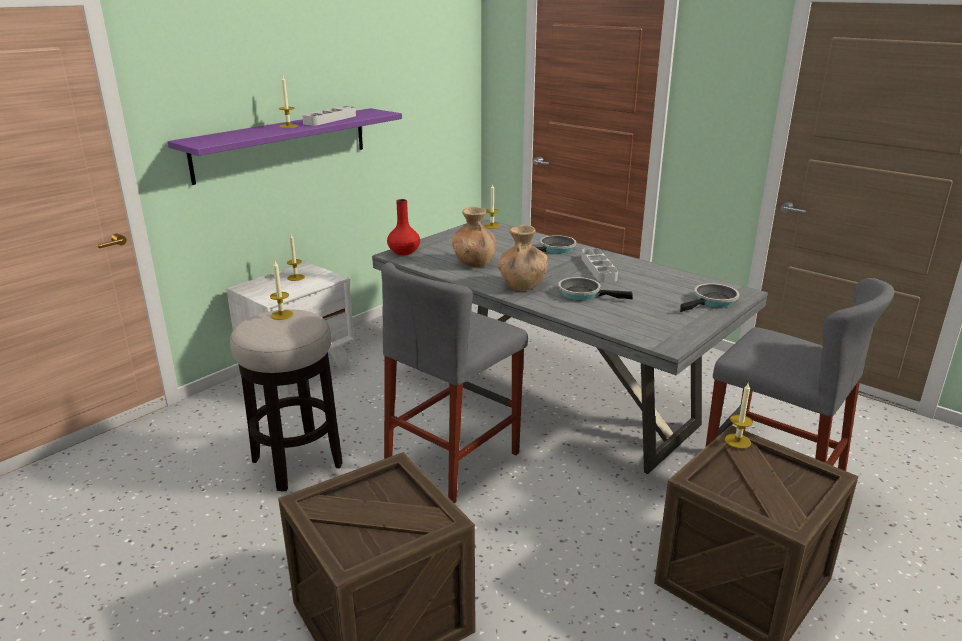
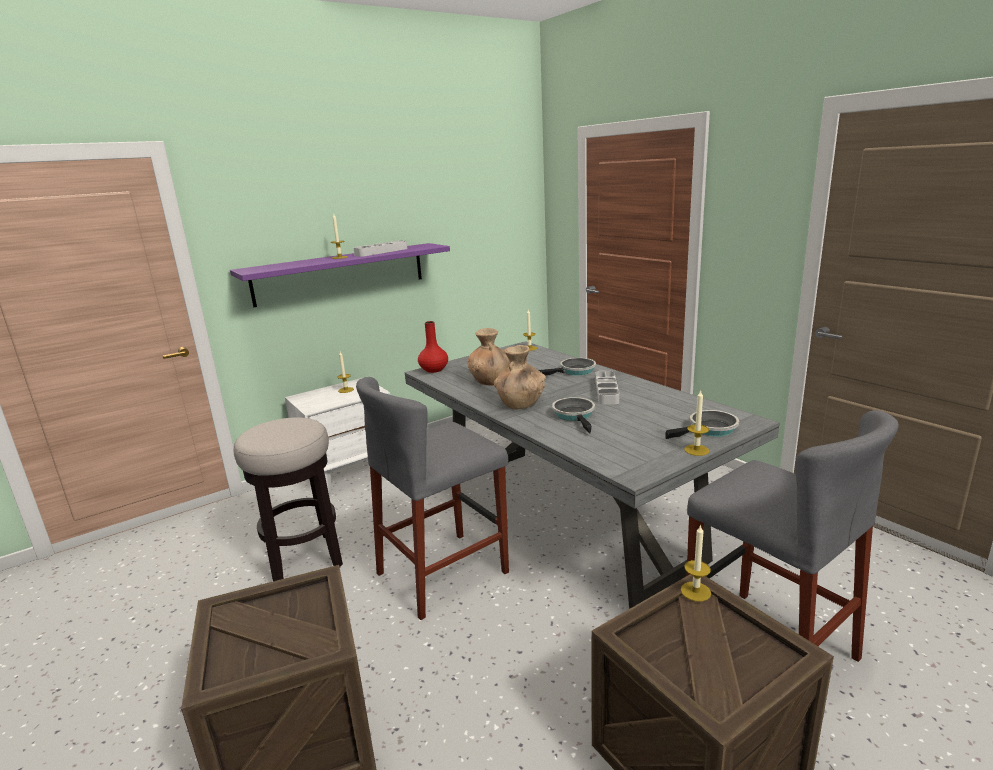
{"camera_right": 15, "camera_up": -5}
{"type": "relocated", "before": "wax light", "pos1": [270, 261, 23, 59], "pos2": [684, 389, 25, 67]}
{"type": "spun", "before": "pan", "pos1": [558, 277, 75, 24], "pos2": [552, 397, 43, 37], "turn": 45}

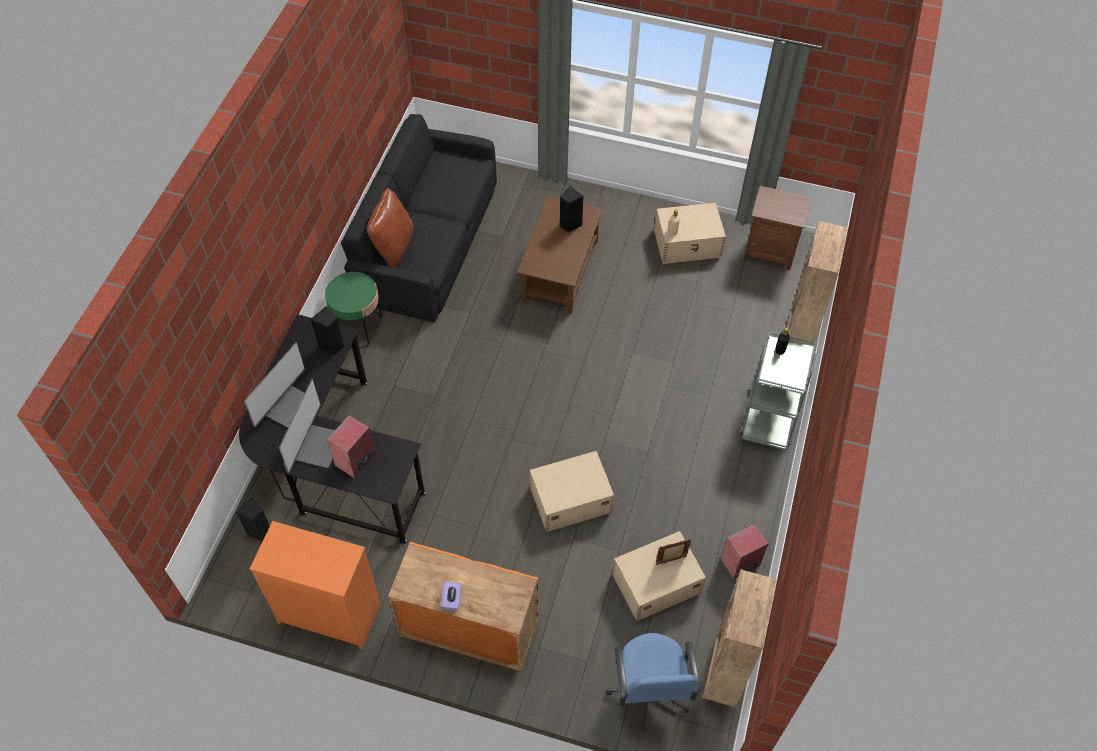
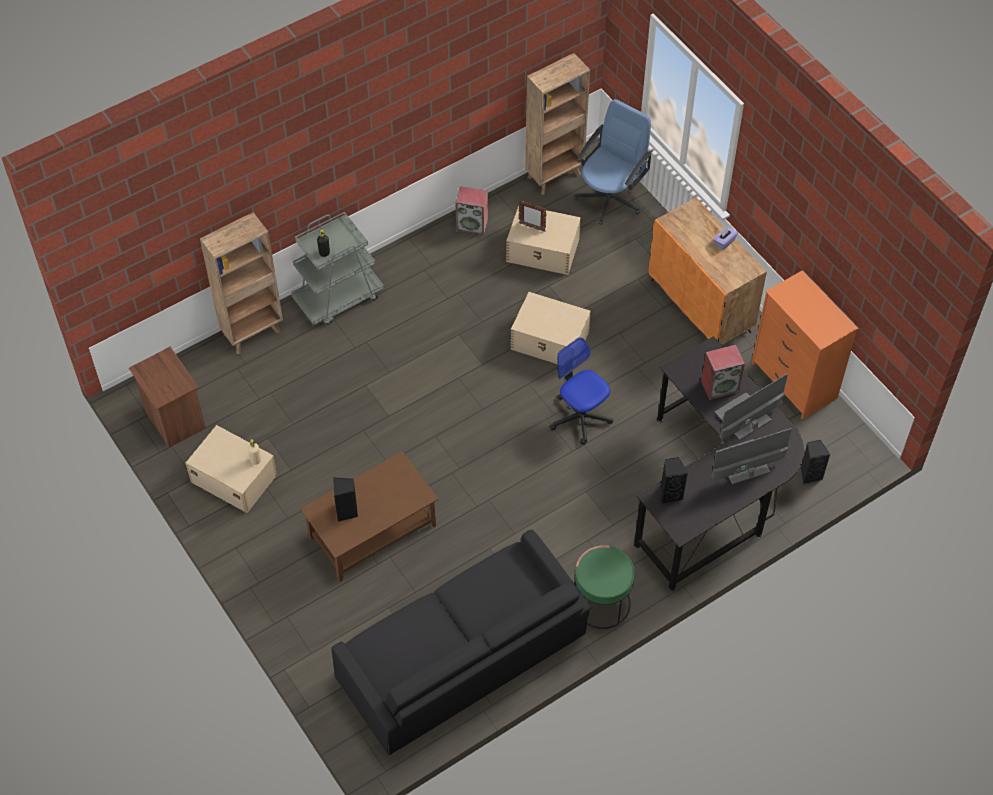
{"camera_right": -140, "camera_up": 0}
{"type": "missing", "before": "brown throw pillow", "pos1": [367, 188, 47, 80]}
{"type": "appeared", "after": "computer chair", "pos2": [550, 337, 63, 108]}

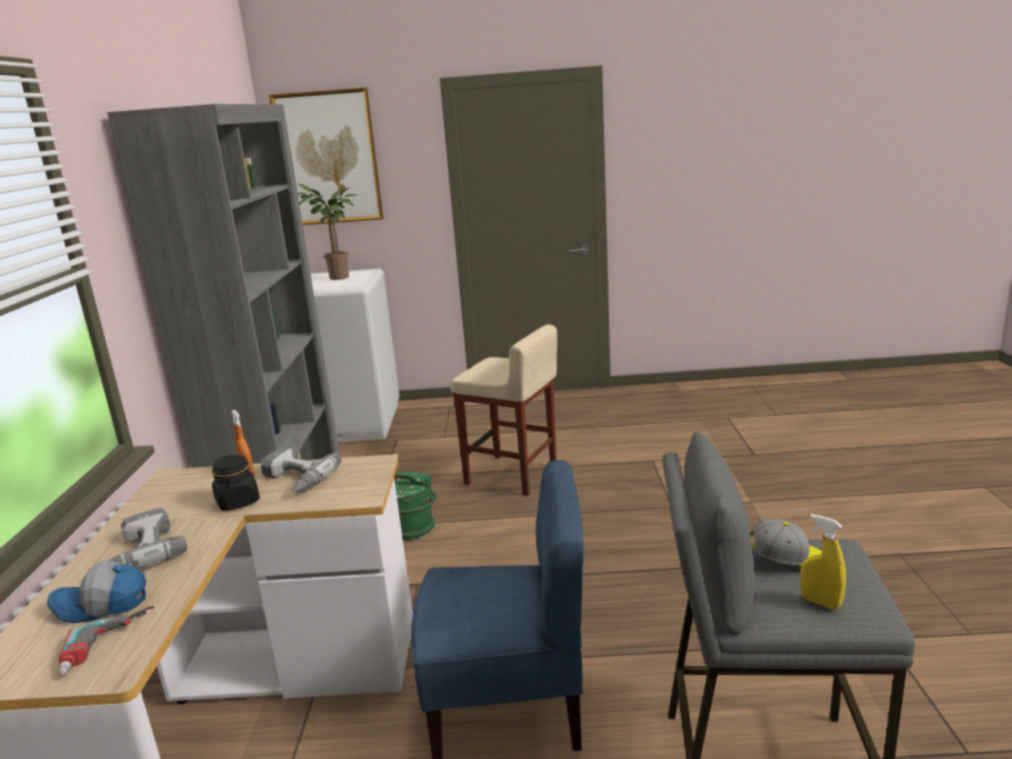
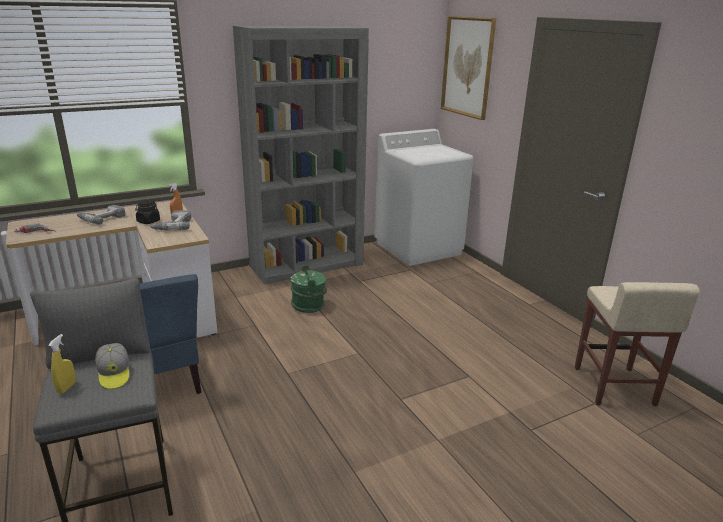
{"camera_right": 60, "camera_up": 5}
{"type": "missing", "before": "cap", "pos1": [47, 561, 99, 62]}
{"type": "missing", "before": "houseplant", "pos1": [298, 184, 60, 96]}
{"type": "relocated", "before": "beige-coloured stool", "pos1": [450, 324, 107, 172], "pos2": [575, 282, 125, 124]}

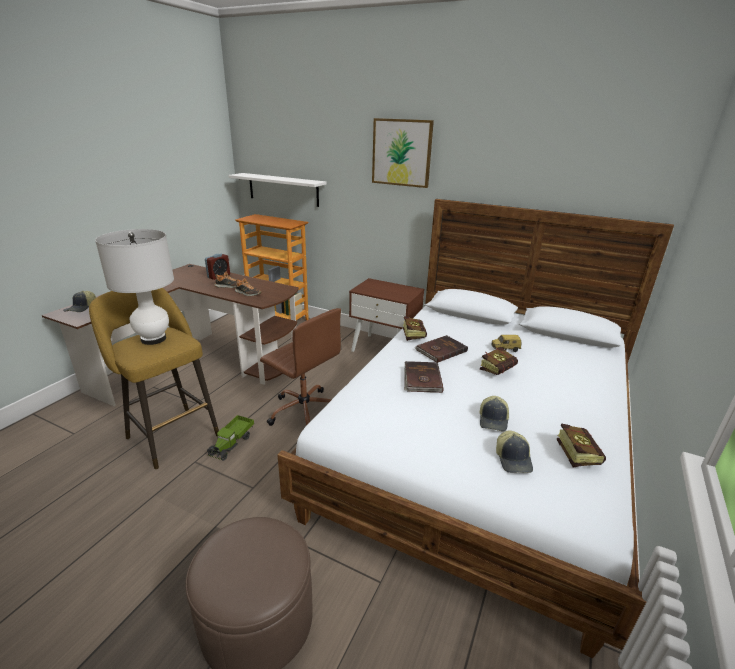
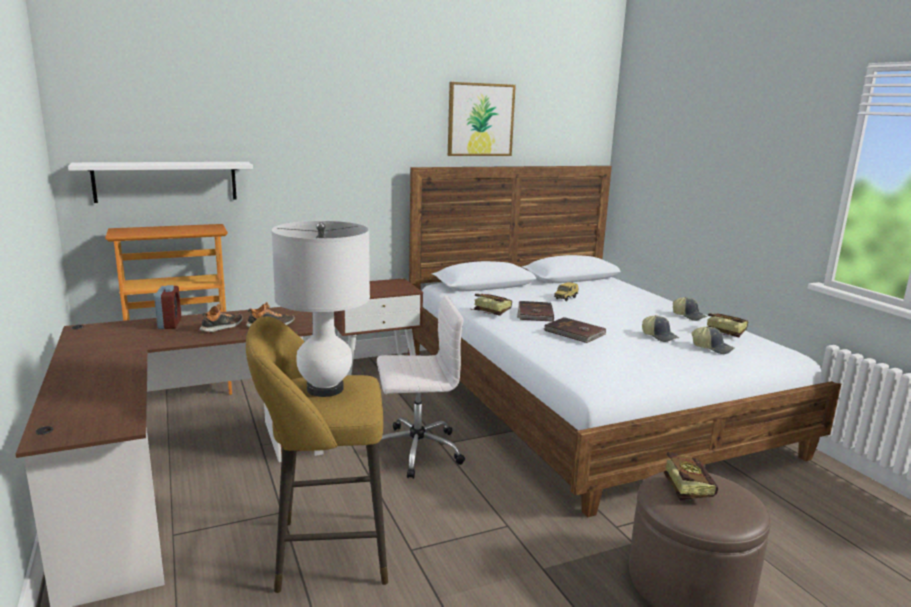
{"camera_right": -50, "camera_up": -10}
{"type": "missing", "before": "toy lorry", "pos1": [207, 415, 47, 46]}
{"type": "relocated", "before": "cap", "pos1": [66, 291, 30, 21], "pos2": [673, 297, 34, 24]}
{"type": "relocated", "before": "wall picture", "pos1": [372, 118, 62, 70], "pos2": [448, 82, 68, 74]}
{"type": "relocated", "before": "bound book", "pos1": [480, 346, 38, 29], "pos2": [664, 452, 54, 49]}
{"type": "colour", "before": "brown computer chair", "after": "white computer chair", "pos1": [260, 308, 81, 118], "pos2": [377, 295, 88, 184]}

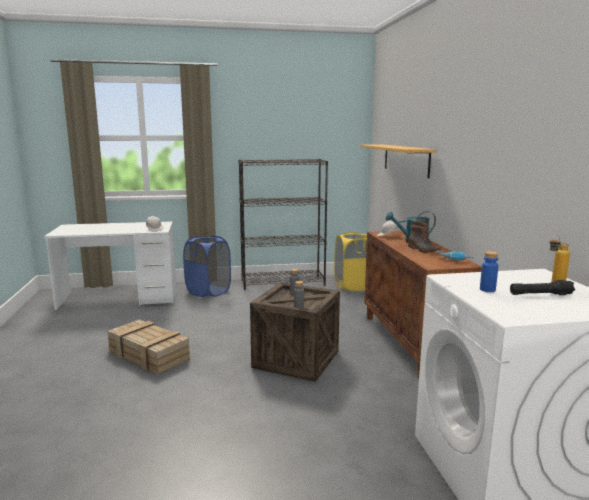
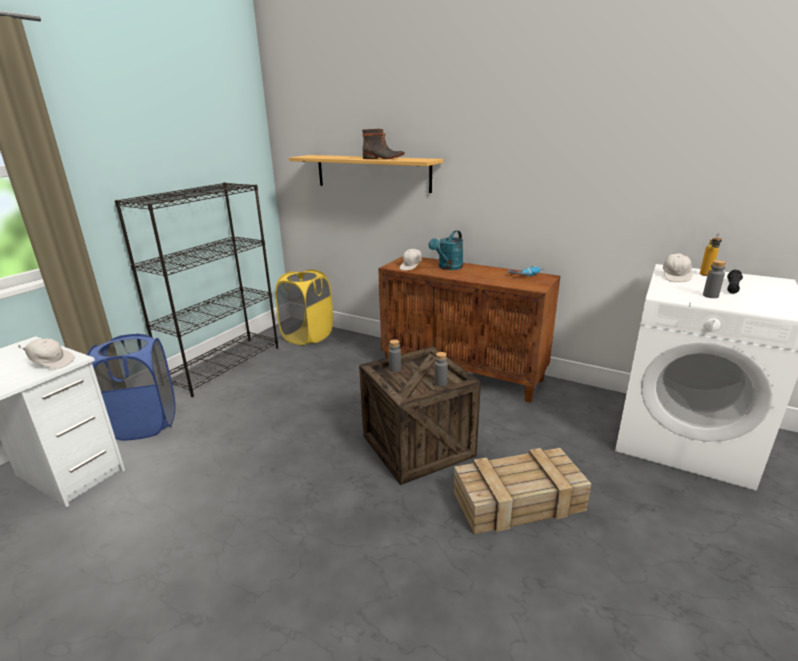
{"camera_right": -50, "camera_up": 10}
{"type": "appeared", "after": "white cap", "pos2": [663, 253, 30, 29]}
{"type": "relocated", "before": "crate", "pos1": [107, 320, 83, 54], "pos2": [453, 448, 138, 86]}
{"type": "relocated", "before": "boot", "pos1": [408, 221, 33, 32], "pos2": [362, 129, 42, 30]}
{"type": "colour", "before": "blue-coloured beverage bottle", "after": "grey beverage bottle", "pos1": [480, 251, 18, 41], "pos2": [703, 260, 23, 38]}

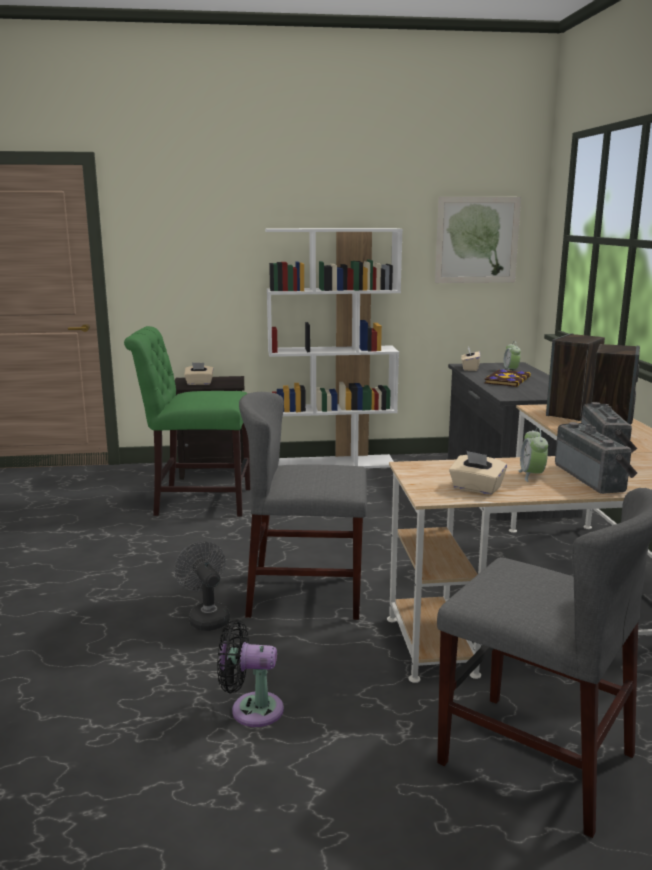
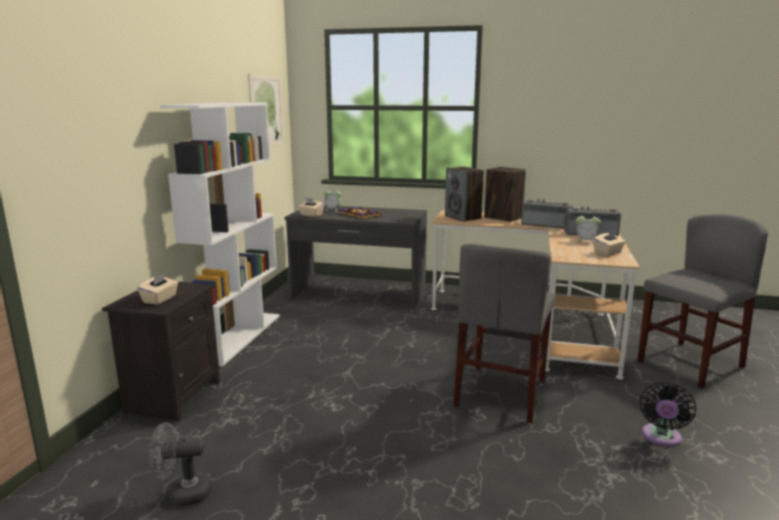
{"camera_right": -70, "camera_up": 0}
{"type": "missing", "before": "green chair", "pos1": [124, 326, 127, 190]}
{"type": "relocated", "before": "grey electric fan", "pos1": [174, 541, 56, 90], "pos2": [149, 422, 63, 84]}

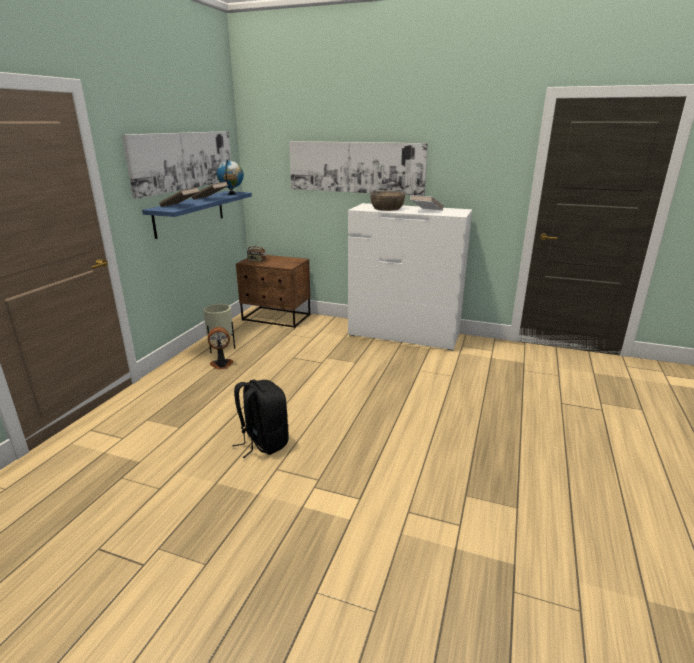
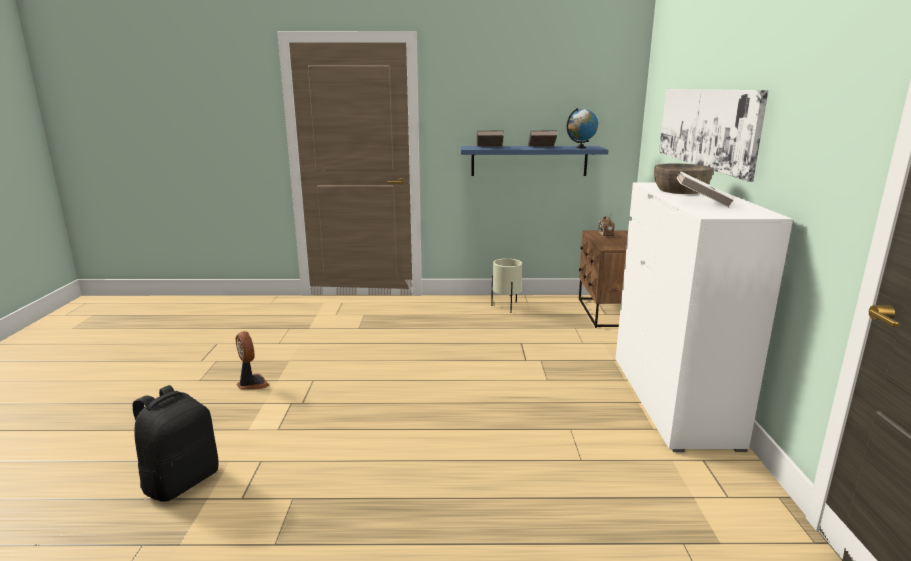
{"camera_right": 70, "camera_up": -5}
{"type": "missing", "before": "wall picture", "pos1": [122, 131, 109, 68]}
{"type": "relocated", "before": "electric fan", "pos1": [208, 327, 25, 43], "pos2": [236, 331, 33, 59]}
{"type": "relocated", "before": "black-coloured backpack", "pos1": [232, 380, 57, 78], "pos2": [133, 385, 86, 117]}

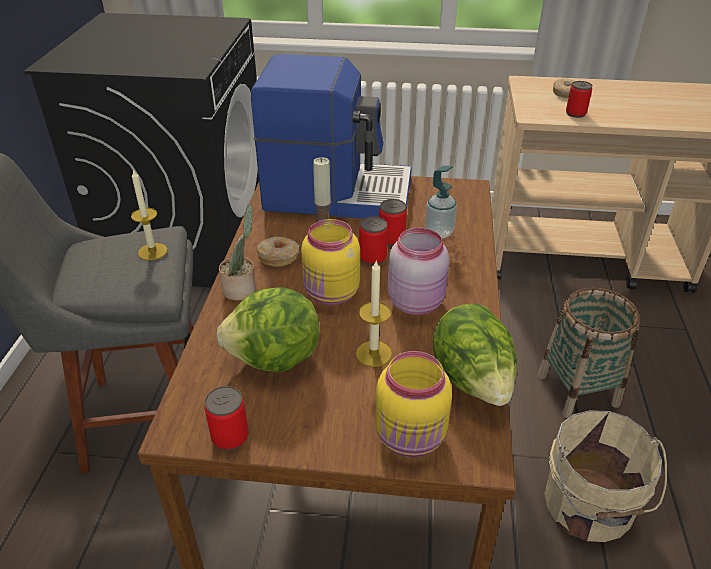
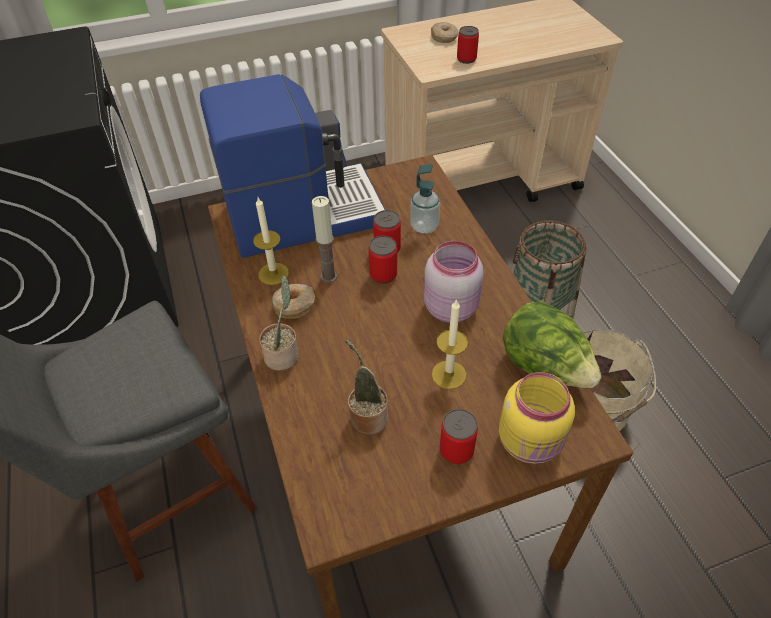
{"camera_right": -25, "camera_up": 10}
{"type": "missing", "before": "yellow-coloured jar", "pos1": [301, 219, 59, 86]}
{"type": "relocated", "before": "wax light", "pos1": [131, 169, 37, 91], "pos2": [253, 197, 36, 88]}
{"type": "relocated", "before": "sealed can", "pos1": [204, 386, 45, 64], "pos2": [440, 409, 38, 55]}
{"type": "exchanged", "before": "lettuce head", "after": "houseplant", "pos1": [216, 287, 103, 85], "pos2": [346, 340, 42, 95]}

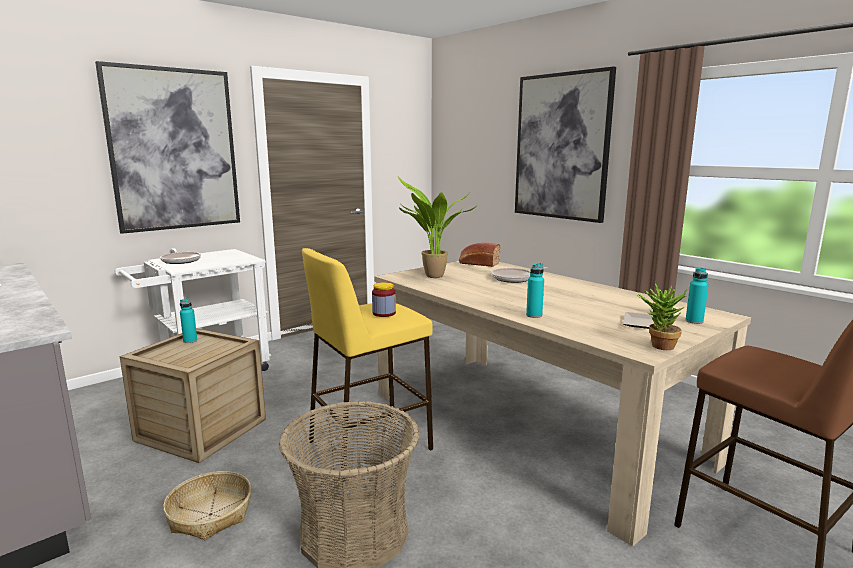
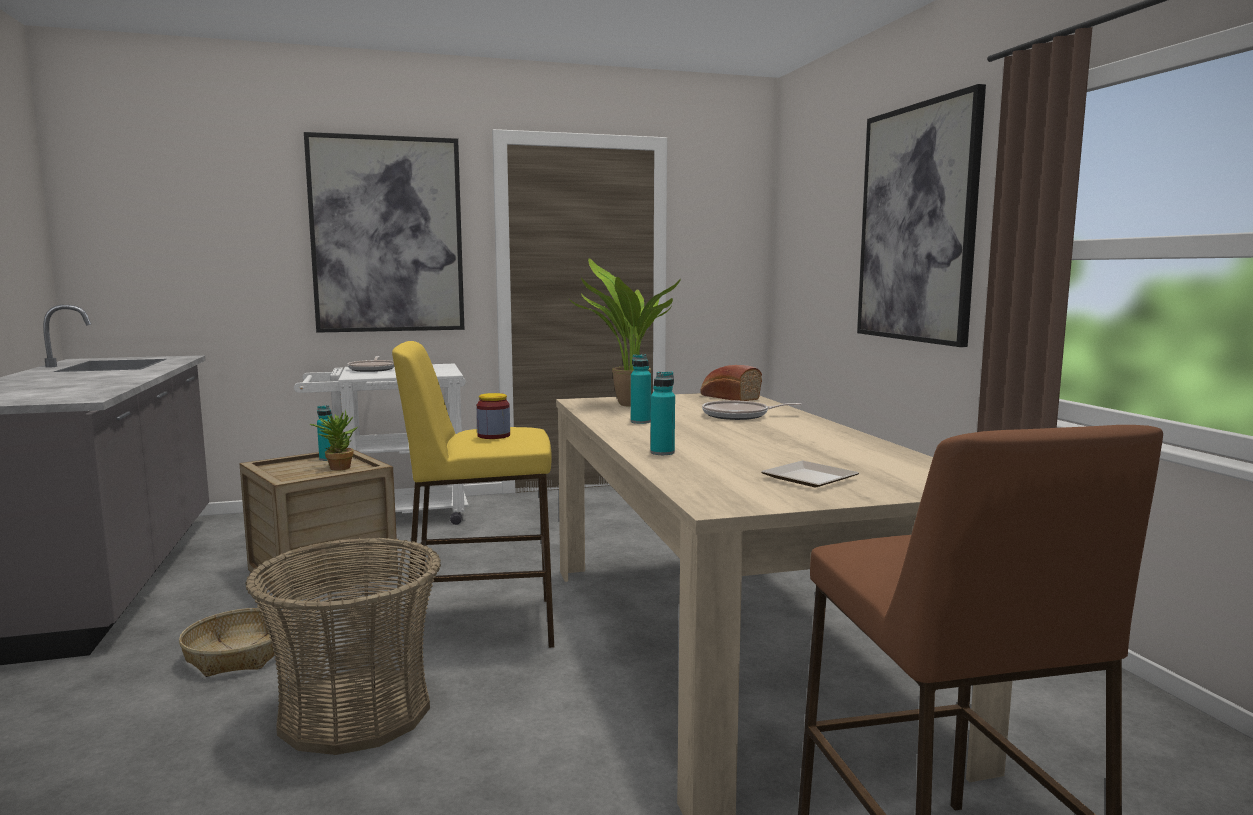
{"camera_right": 25, "camera_up": -5}
{"type": "relocated", "before": "houseplant", "pos1": [637, 282, 51, 68], "pos2": [310, 409, 48, 62]}
{"type": "relocated", "before": "turquoise beverage bottle", "pos1": [686, 268, 22, 56], "pos2": [631, 354, 20, 70]}

